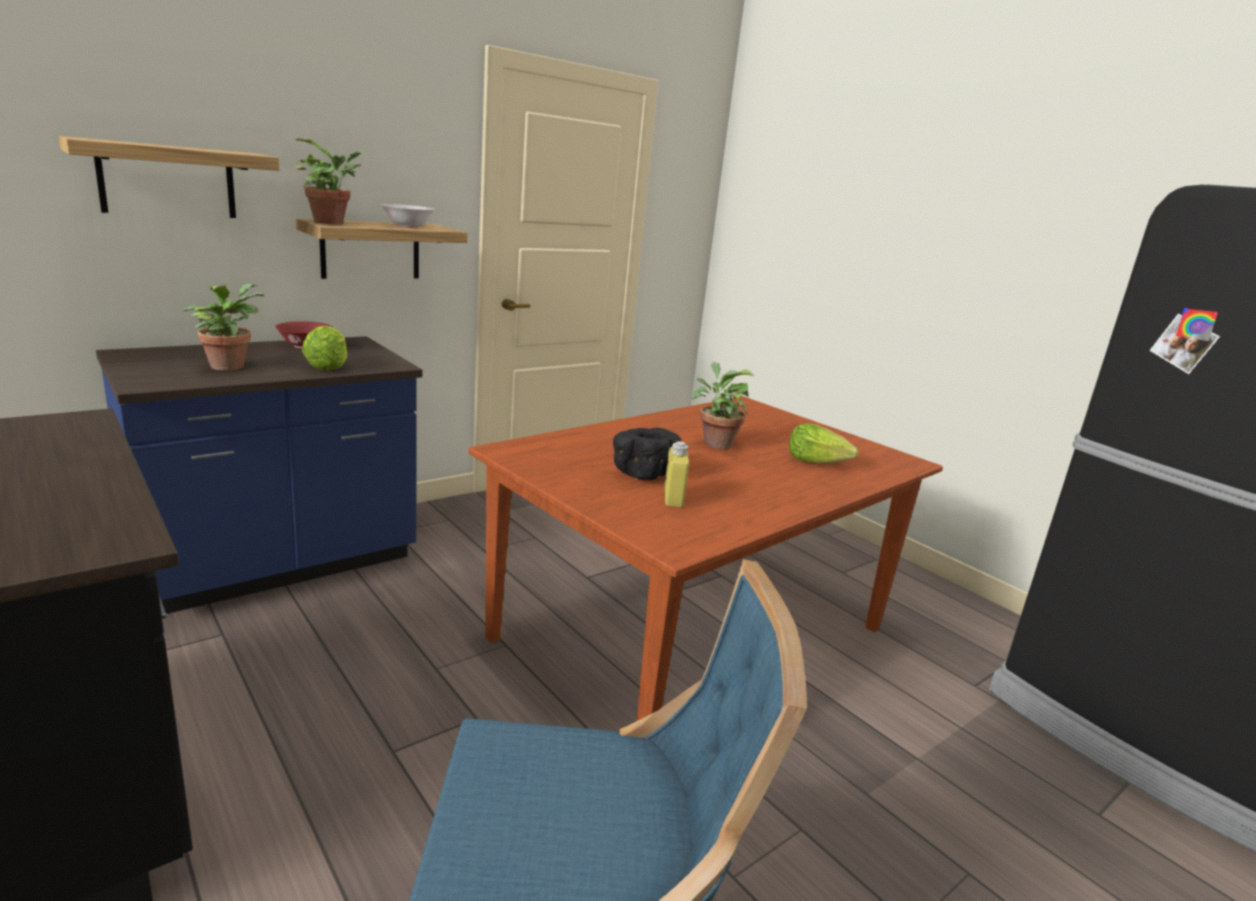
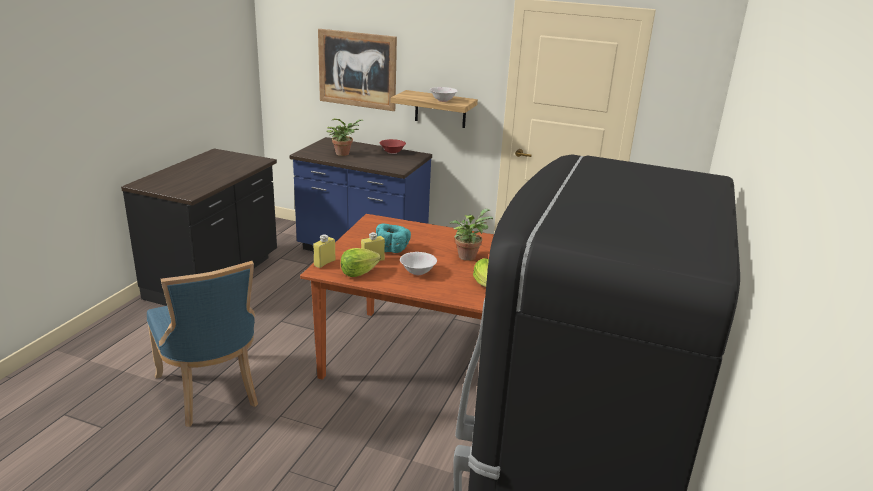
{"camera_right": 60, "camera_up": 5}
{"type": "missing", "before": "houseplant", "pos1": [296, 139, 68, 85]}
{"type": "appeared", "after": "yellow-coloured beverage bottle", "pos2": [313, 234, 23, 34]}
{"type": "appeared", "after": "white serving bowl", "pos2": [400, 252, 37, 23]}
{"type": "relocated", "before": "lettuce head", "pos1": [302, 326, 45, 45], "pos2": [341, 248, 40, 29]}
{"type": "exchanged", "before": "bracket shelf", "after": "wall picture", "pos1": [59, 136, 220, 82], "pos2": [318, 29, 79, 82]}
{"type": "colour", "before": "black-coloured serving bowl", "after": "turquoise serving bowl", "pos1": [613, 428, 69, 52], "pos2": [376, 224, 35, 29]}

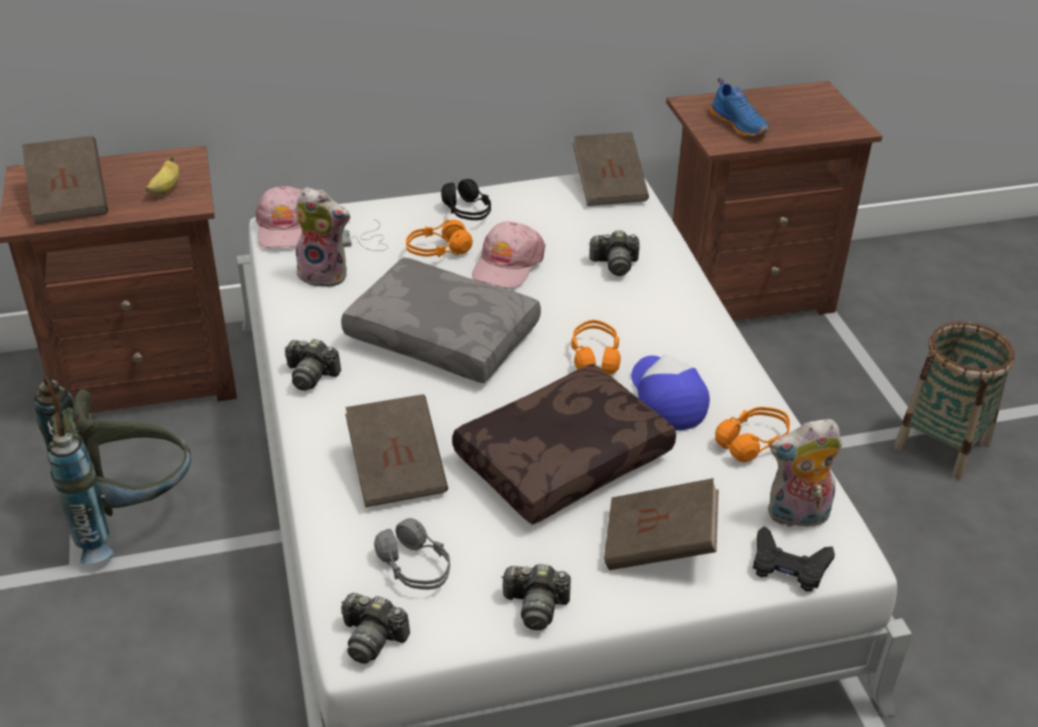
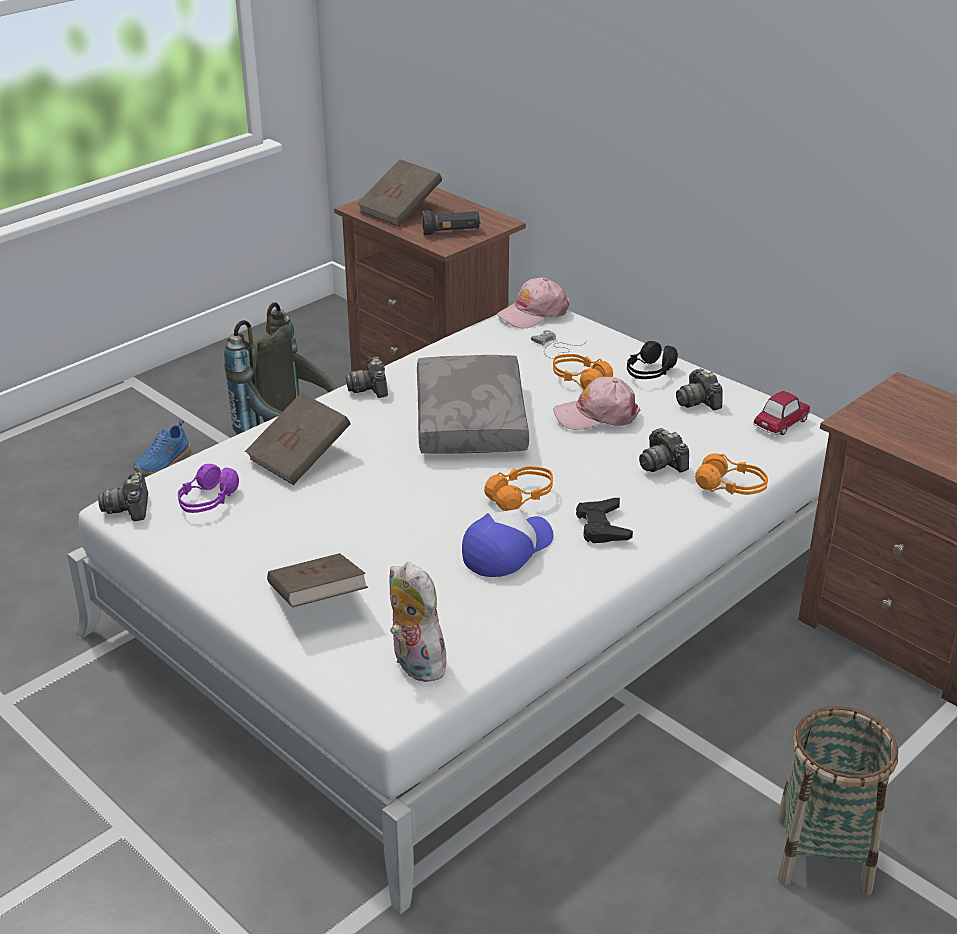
{"camera_right": 60, "camera_up": -5}
{"type": "missing", "before": "soft toy", "pos1": [295, 187, 55, 101]}
{"type": "missing", "before": "brown throw pillow", "pos1": [452, 364, 224, 161]}
{"type": "relocated", "before": "still camera", "pos1": [501, 564, 70, 66], "pos2": [676, 369, 47, 41]}
{"type": "relocated", "before": "blue-coloured item of footwear", "pos1": [710, 78, 59, 59], "pos2": [133, 420, 57, 55]}
{"type": "relocated", "before": "orangey headset", "pos1": [715, 407, 75, 55], "pos2": [695, 453, 73, 42]}
{"type": "relocated", "before": "black-coloured joypad", "pos1": [753, 526, 82, 66], "pos2": [576, 498, 57, 45]}
{"type": "exchanged", "before": "whole banana", "after": "black-coloured torch", "pos1": [145, 156, 35, 40], "pos2": [422, 211, 58, 24]}
{"type": "exchanged", "before": "brown bound book", "after": "model car", "pos1": [573, 132, 76, 74], "pos2": [753, 391, 57, 44]}
{"type": "colour", "before": "grey headset", "after": "purple headset", "pos1": [374, 518, 76, 72], "pos2": [178, 464, 61, 49]}

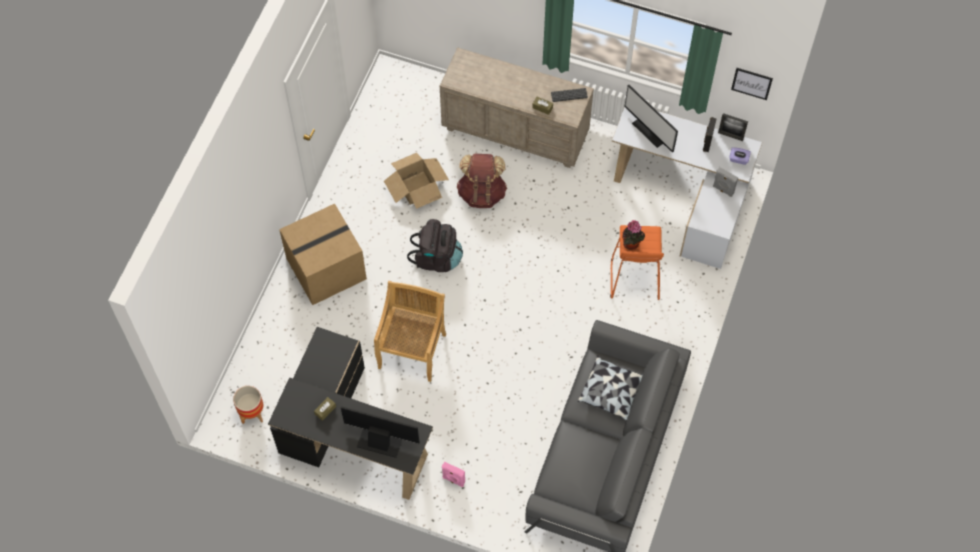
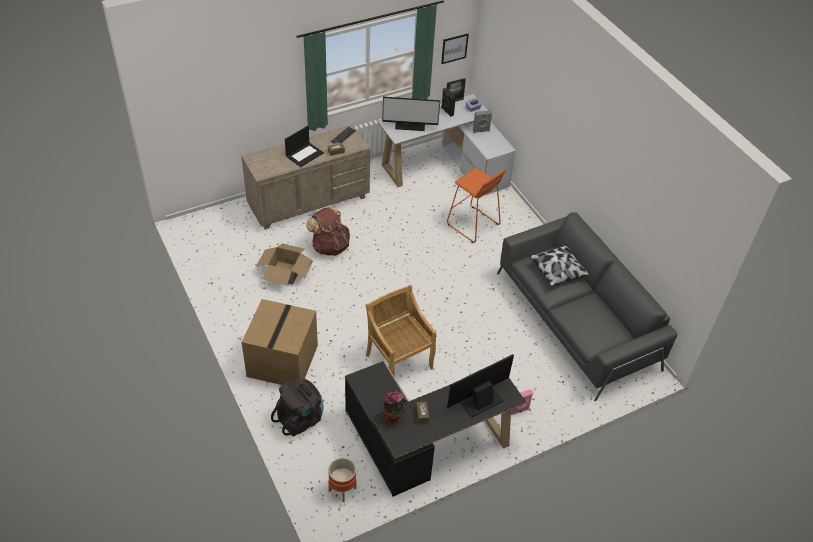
{"camera_right": -50, "camera_up": -15}
{"type": "appeared", "after": "notebook computer", "pos2": [285, 126, 39, 41]}
{"type": "relocated", "before": "black-coloured backpack", "pos1": [407, 219, 56, 53], "pos2": [271, 379, 53, 57]}
{"type": "relocated", "before": "houseplant", "pos1": [622, 220, 23, 30], "pos2": [383, 391, 25, 33]}

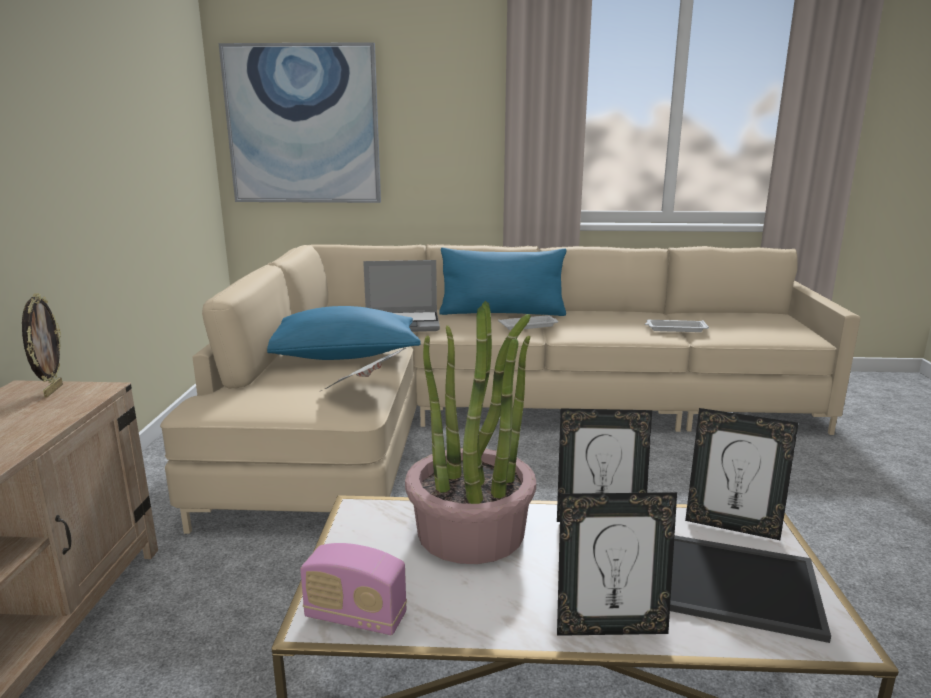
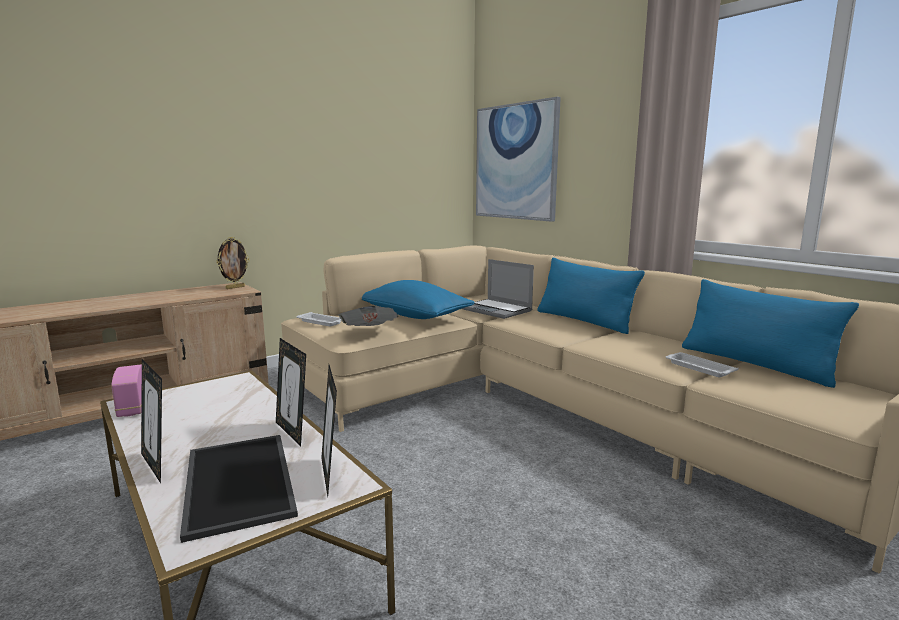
{"camera_right": 50, "camera_up": -5}
{"type": "missing", "before": "houseplant", "pos1": [405, 301, 131, 263]}
{"type": "appeared", "after": "blue-coloured throw pillow", "pos2": [682, 279, 177, 109]}
{"type": "relocated", "before": "white carrying tray", "pos1": [498, 315, 60, 15], "pos2": [297, 312, 44, 15]}

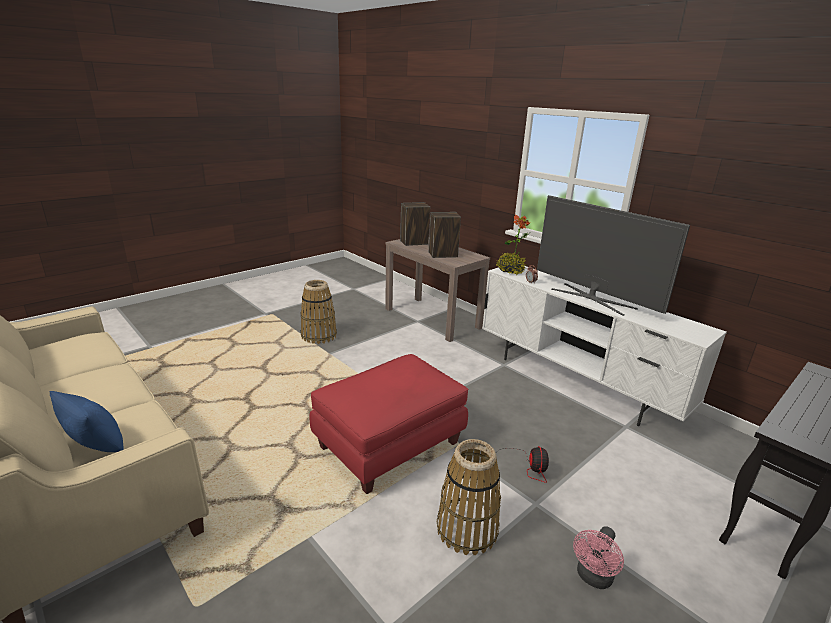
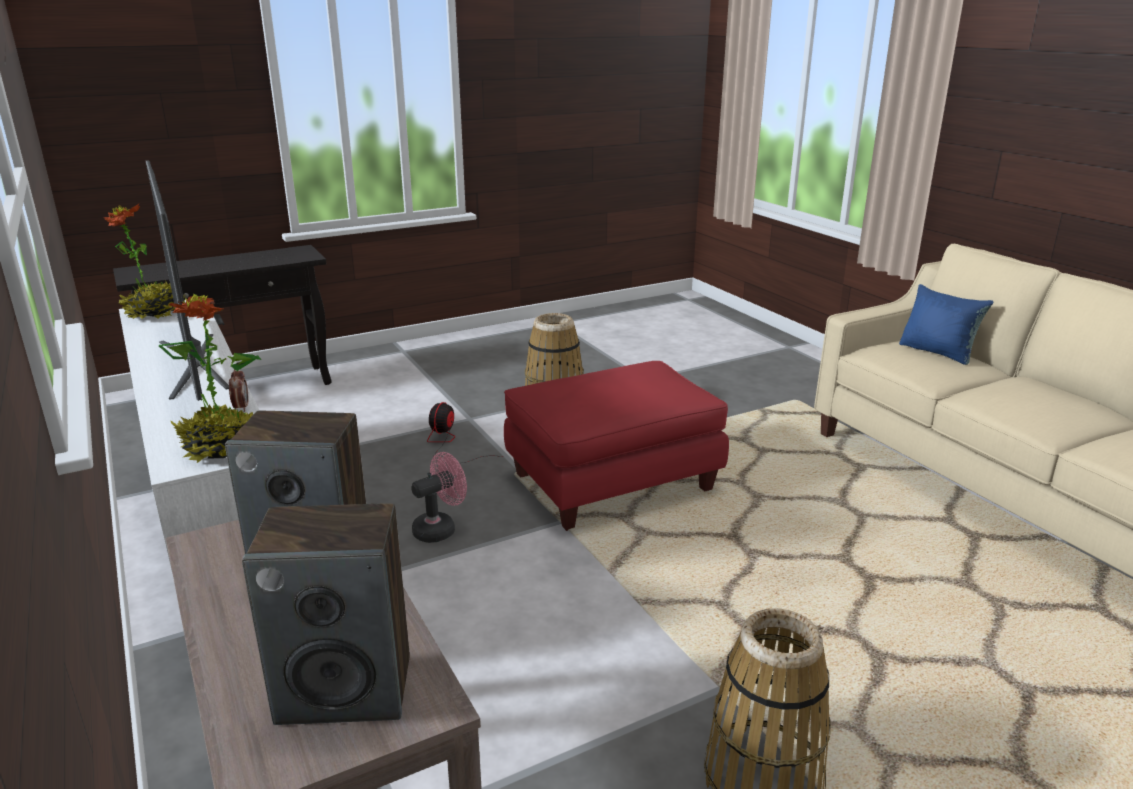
{"camera_right": -165, "camera_up": 0}
{"type": "appeared", "after": "houseplant", "pos2": [103, 204, 82, 115]}
{"type": "relocated", "before": "pink electric fan", "pos1": [573, 526, 51, 63], "pos2": [411, 452, 56, 91]}

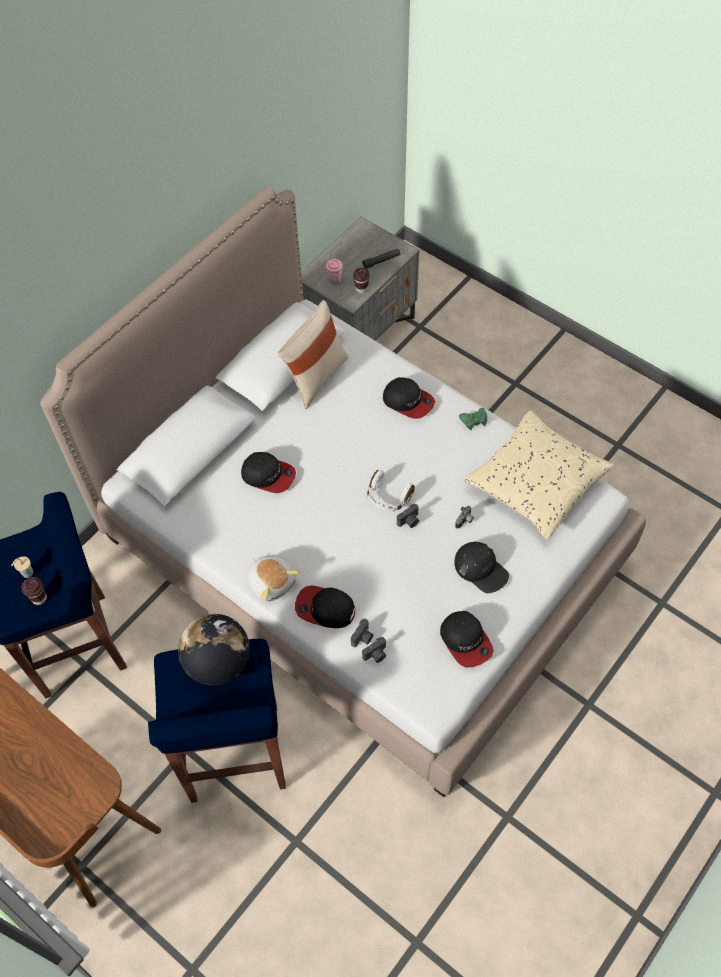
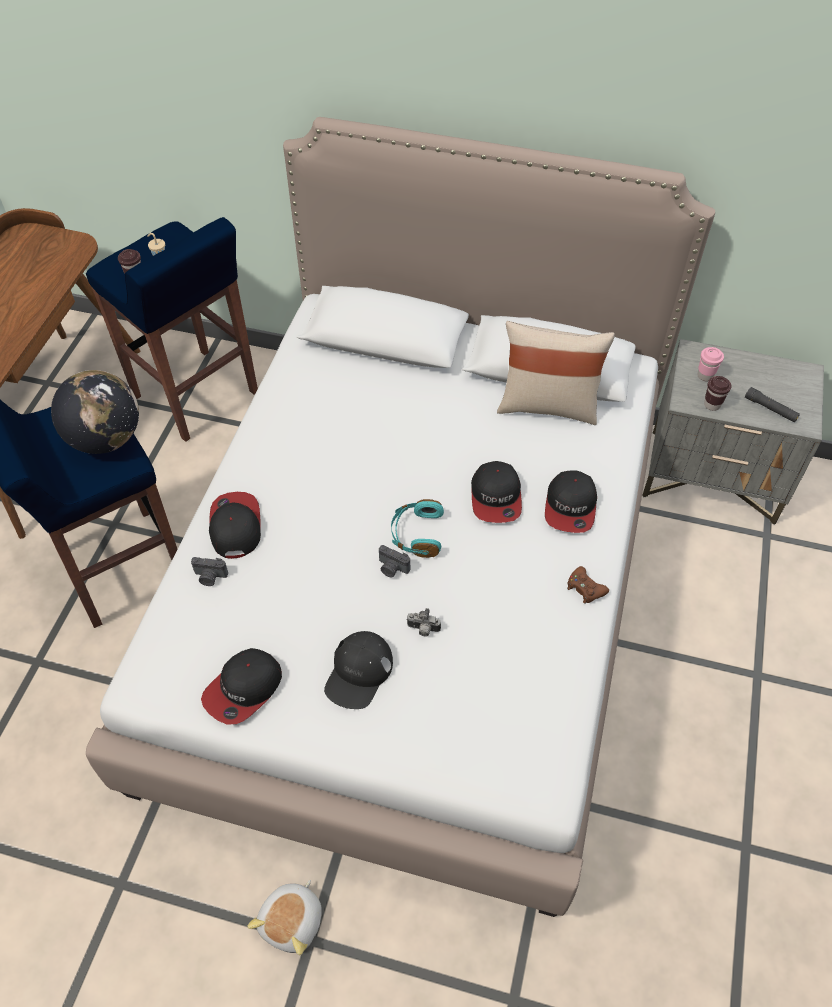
{"camera_right": 65, "camera_up": -5}
{"type": "missing", "before": "still camera", "pos1": [362, 637, 24, 26]}
{"type": "missing", "before": "beige-coloured throw pillow", "pos1": [464, 410, 150, 130]}
{"type": "relocated", "before": "cap", "pos1": [241, 452, 55, 41], "pos2": [471, 461, 51, 62]}
{"type": "relocated", "before": "soft toy", "pos1": [247, 555, 53, 46], "pos2": [247, 880, 75, 75]}
{"type": "colour", "before": "white headset", "after": "turquoise headset", "pos1": [367, 470, 48, 42], "pos2": [391, 499, 53, 59]}
{"type": "colour", "before": "green joypad", "after": "brown joypad", "pos1": [459, 408, 28, 22], "pos2": [567, 566, 42, 38]}

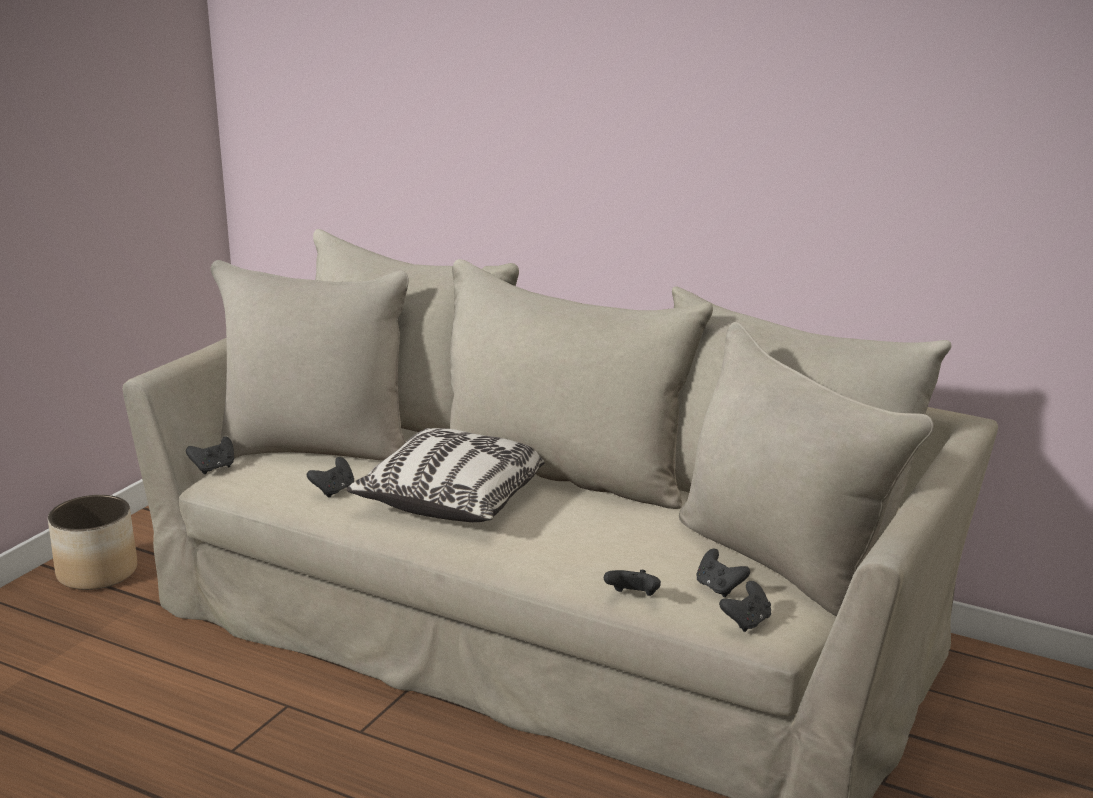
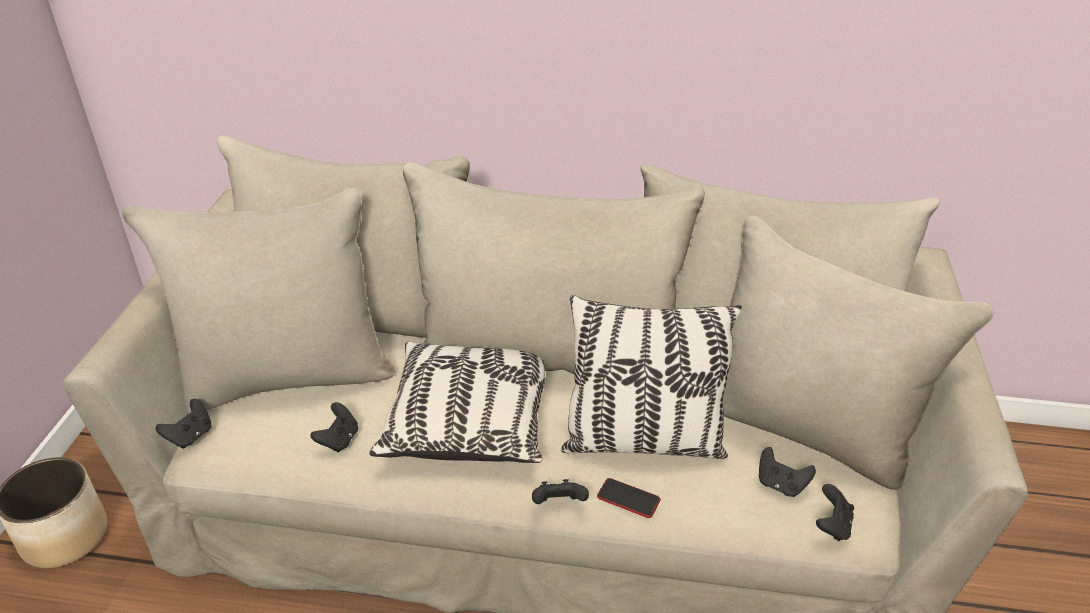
{"camera_right": -20, "camera_up": 15}
{"type": "appeared", "after": "throw pillow", "pos2": [561, 295, 181, 164]}
{"type": "appeared", "after": "handset", "pos2": [597, 478, 64, 40]}
{"type": "relocated", "before": "black-coloured joypad", "pos1": [604, 570, 57, 26], "pos2": [532, 479, 57, 25]}

